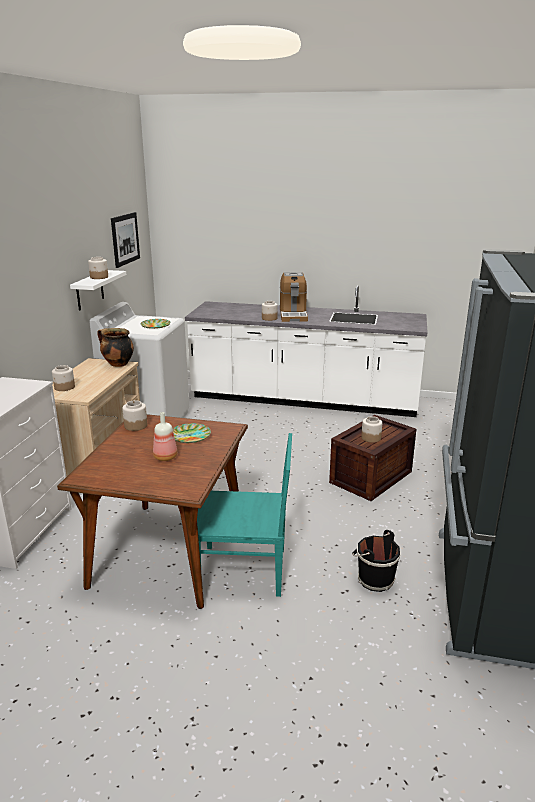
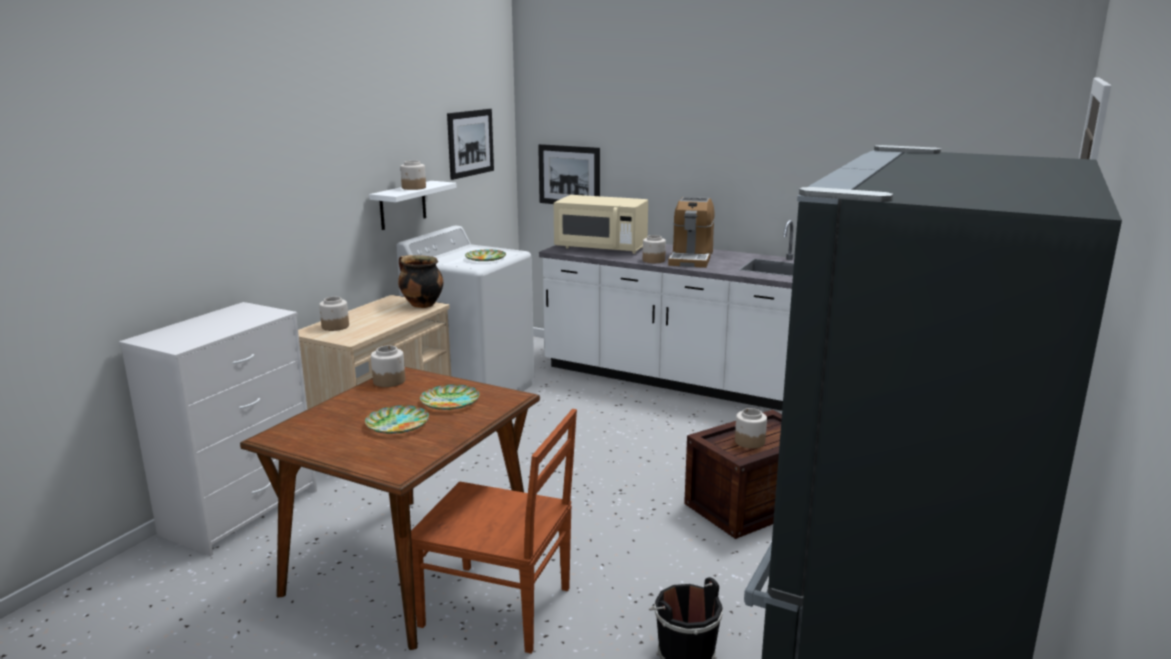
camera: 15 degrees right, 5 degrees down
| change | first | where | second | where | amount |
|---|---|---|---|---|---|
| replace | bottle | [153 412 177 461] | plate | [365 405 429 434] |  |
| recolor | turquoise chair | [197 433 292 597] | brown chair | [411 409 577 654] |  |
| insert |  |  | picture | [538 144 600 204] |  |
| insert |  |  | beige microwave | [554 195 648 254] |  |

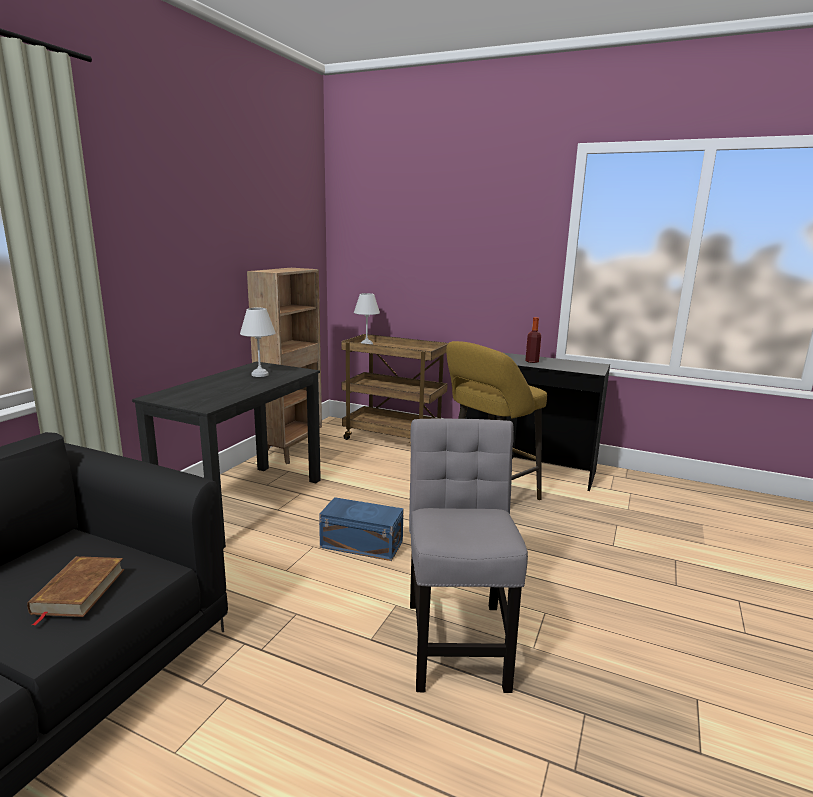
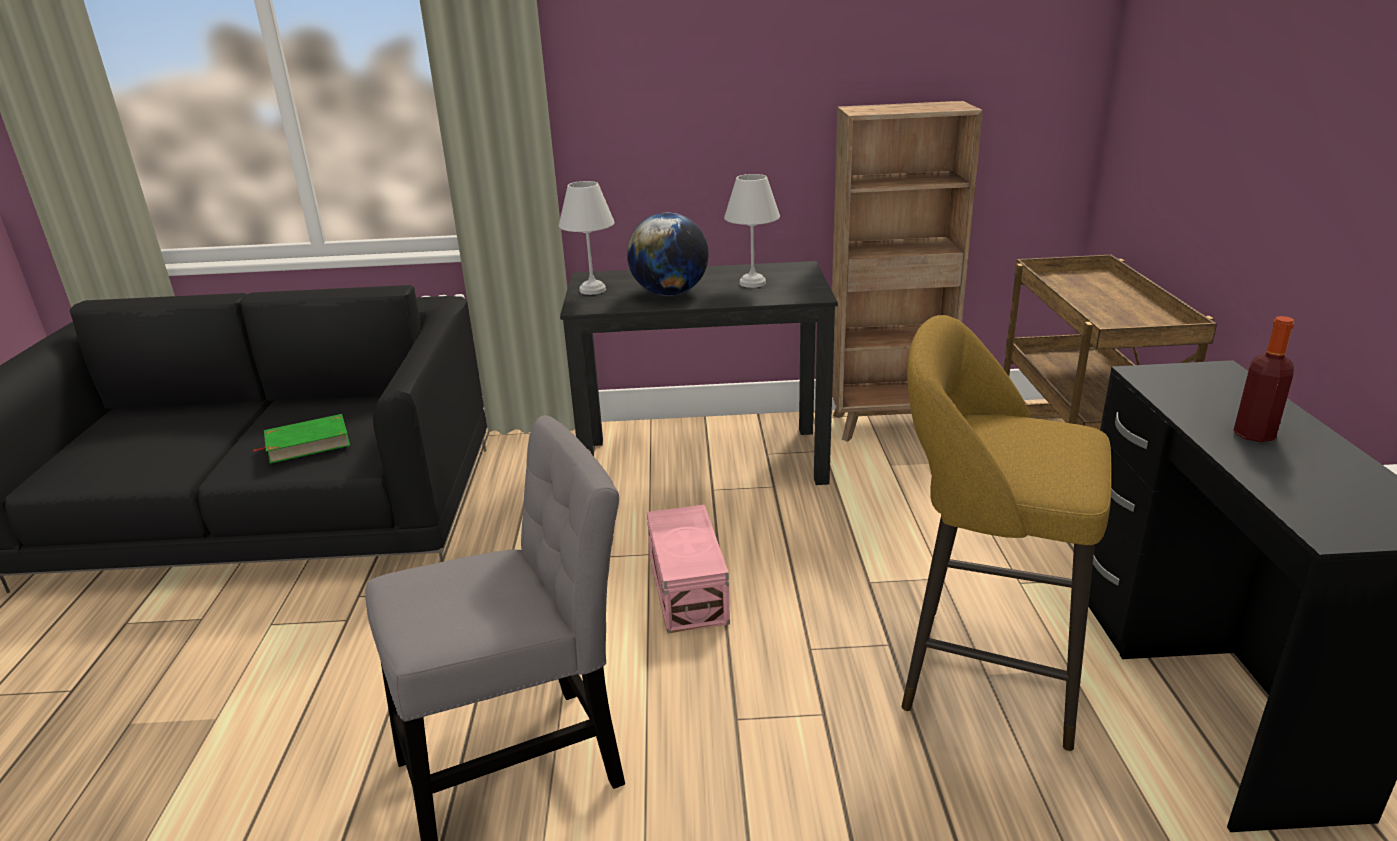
camera: 65 degrees right, 10 degrees up
| change | first | where | second | where | amount |
|---|---|---|---|---|---|
| recolor | brown book | [27 556 125 626] | green book | [254 414 350 464] |  |
| recolor | blue storage box | [319 497 404 561] | pink storage box | [647 505 730 634] |  |
| move | white table lamp | [354 293 380 345] |  | [559 181 614 295] |  |
| insert |  |  | globe | [627 213 709 296] |  |

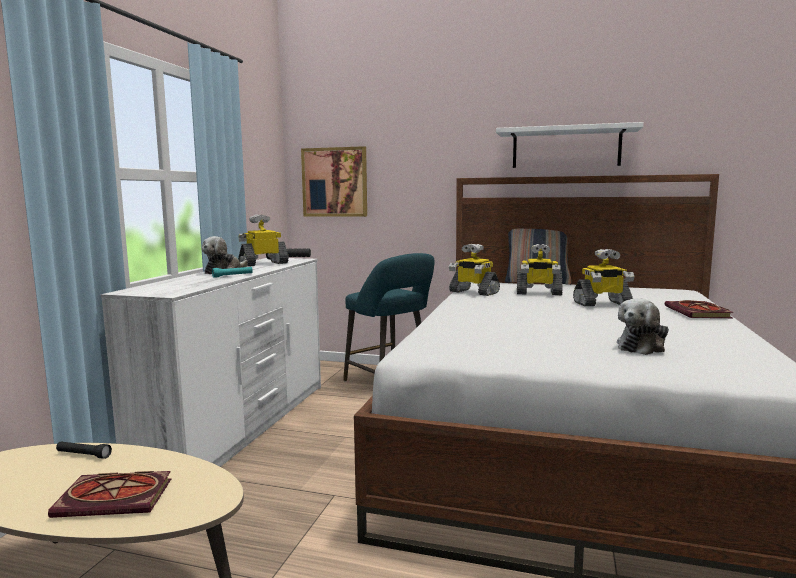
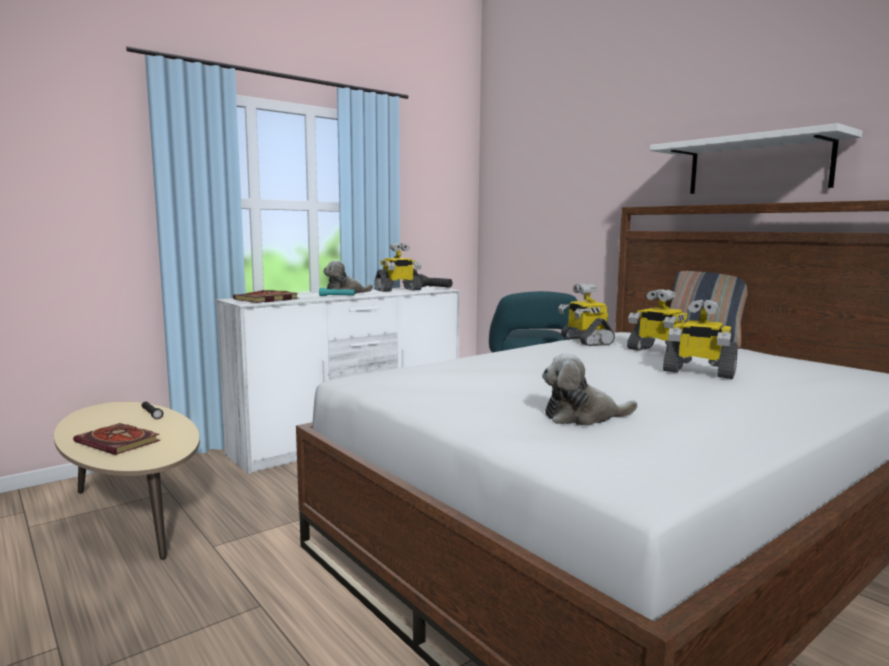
camera: 35 degrees right, 0 degrees up
| change | first | where | second | where | amount |
|---|---|---|---|---|---|
| rotate | toy robot | [238 215 289 266] |  | [374 243 422 292] | 150 degrees clockwise |
| delete | picture | [301 146 367 217] |  |  |  |
| move | book | [665 300 734 318] |  | [233 290 298 303] |  |

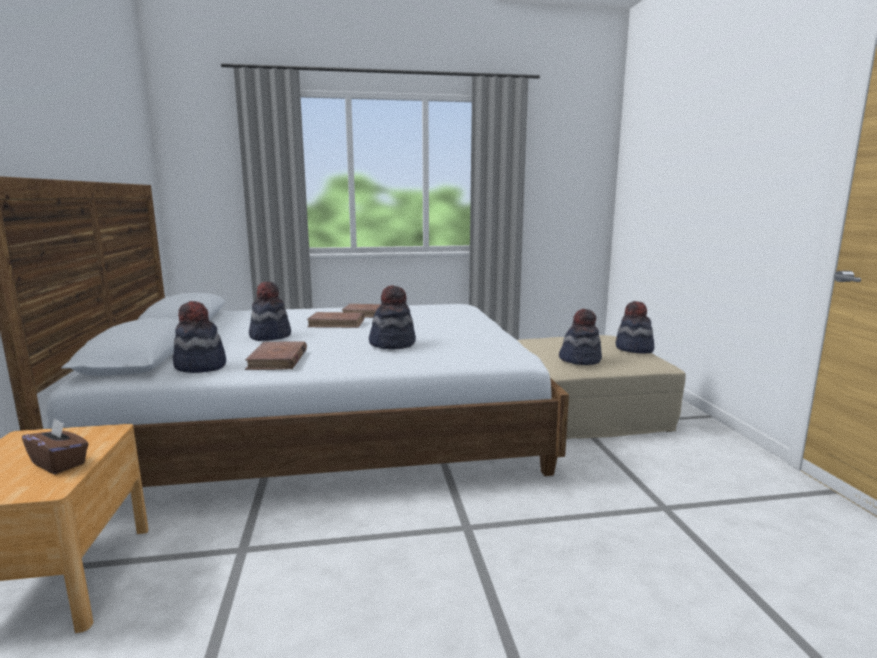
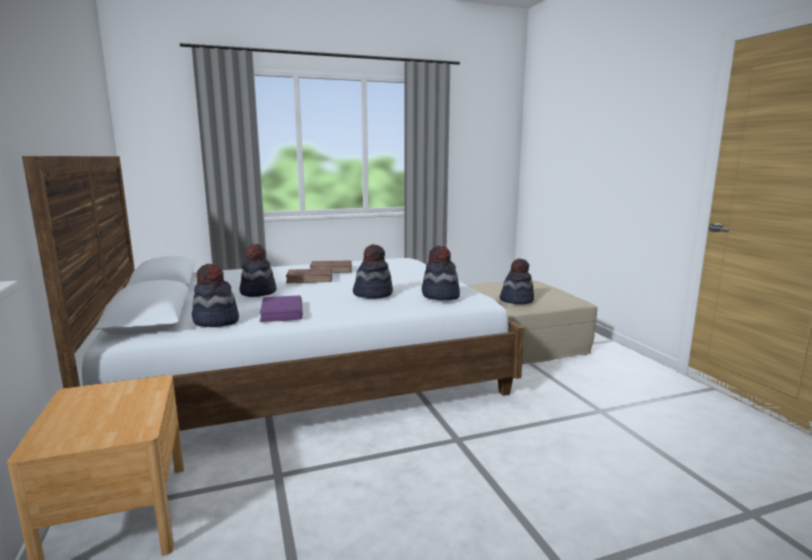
camera: 10 degrees left, 0 degrees up
| change | first | where | second | where | amount |
|---|---|---|---|---|---|
| delete | brown tissue box | [22 418 88 474] |  |  |  |
| recolor | brown book | [245 342 307 370] | purple book | [260 295 303 322] |  |
| move | hat | [615 301 654 353] |  | [422 246 460 300] |  |

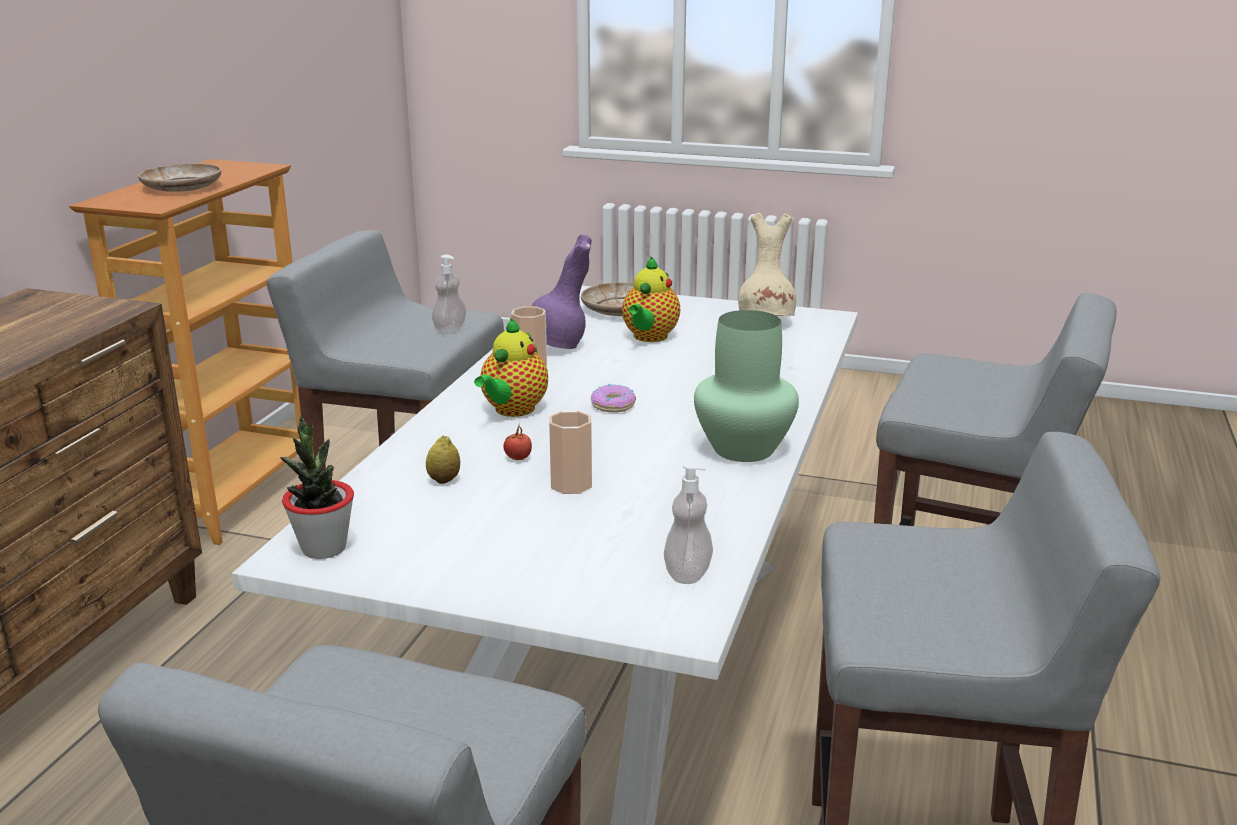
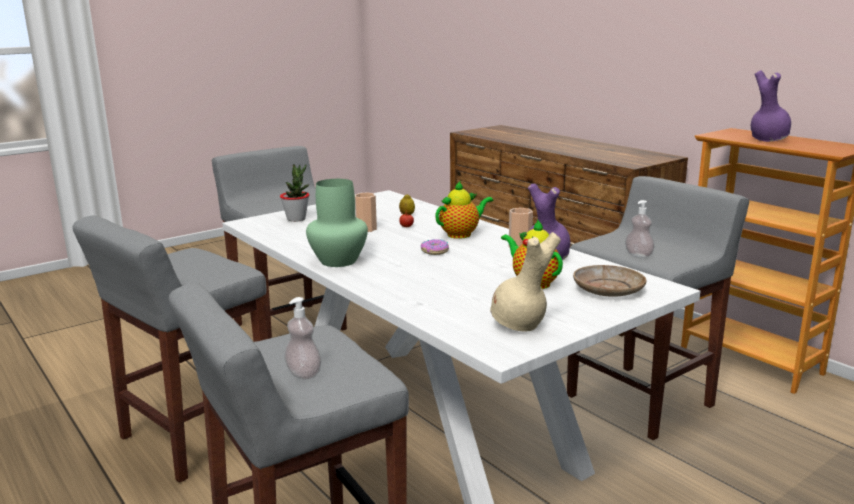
camera: 125 degrees right, 5 degrees down
| change | first | where | second | where | amount |
|---|---|---|---|---|---|
| replace | beige plate | [138 164 221 192] | purple vase | [751 70 791 142] |  |
| move | potted plant | [280 415 354 559] |  | [280 164 309 222] |  |
| rotate | teapot | [474 318 548 417] |  | [435 182 493 239] | 90 degrees clockwise |
| move | soap dispenser | [664 461 713 584] |  | [284 297 321 379] |  |

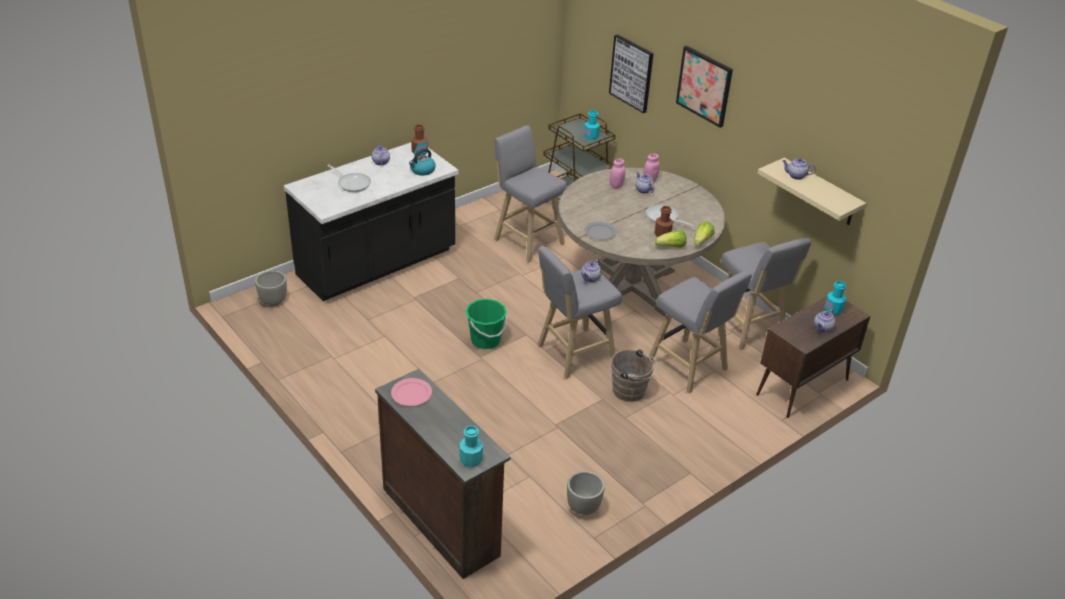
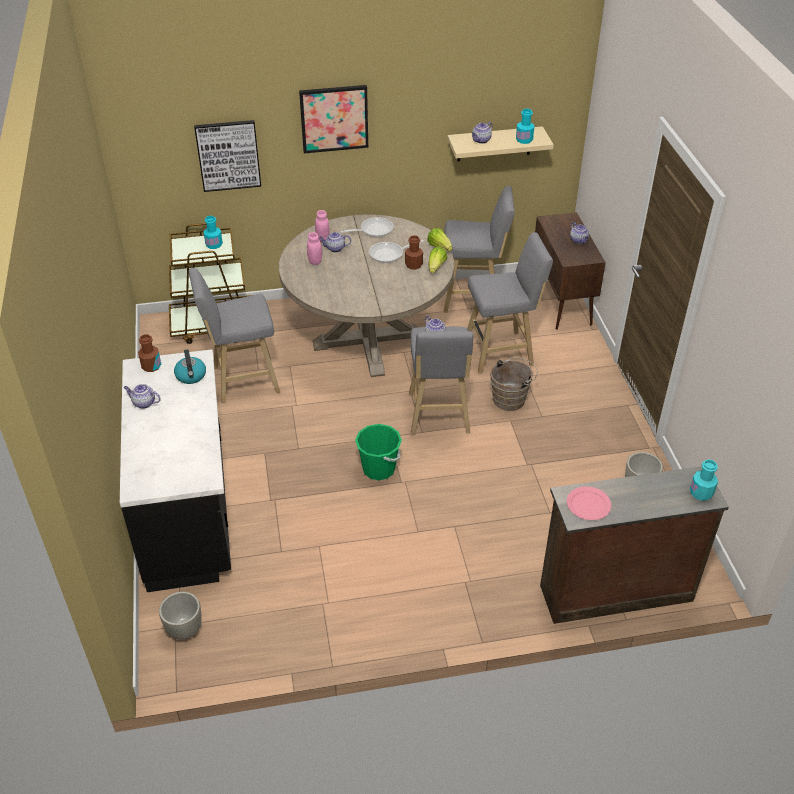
camera: 60 degrees left, 5 degrees up
| change | first | where | second | where | amount |
|---|---|---|---|---|---|
| move | frying pan | [327 165 371 192] |  | [340 217 394 237] |  |
| delete | grey plate | [584 221 617 240] |  |  |  |
| move | turquoise bottle | [825 281 846 315] |  | [516 109 534 144] |  |

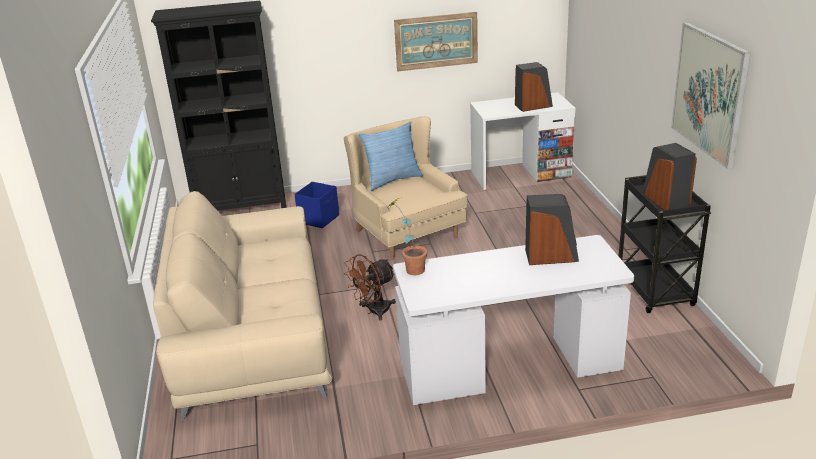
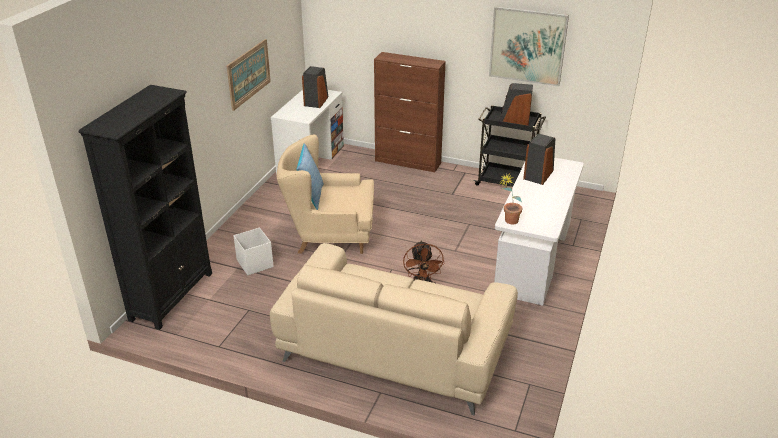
camera: 60 degrees left, 5 degrees up
| change | first | where | second | where | amount |
|---|---|---|---|---|---|
| recolor | blue storage box | [294 182 339 228] | white storage box | [233 227 274 275] |  |
| insert |  |  | brown cabinet | [374 52 446 172] |  |

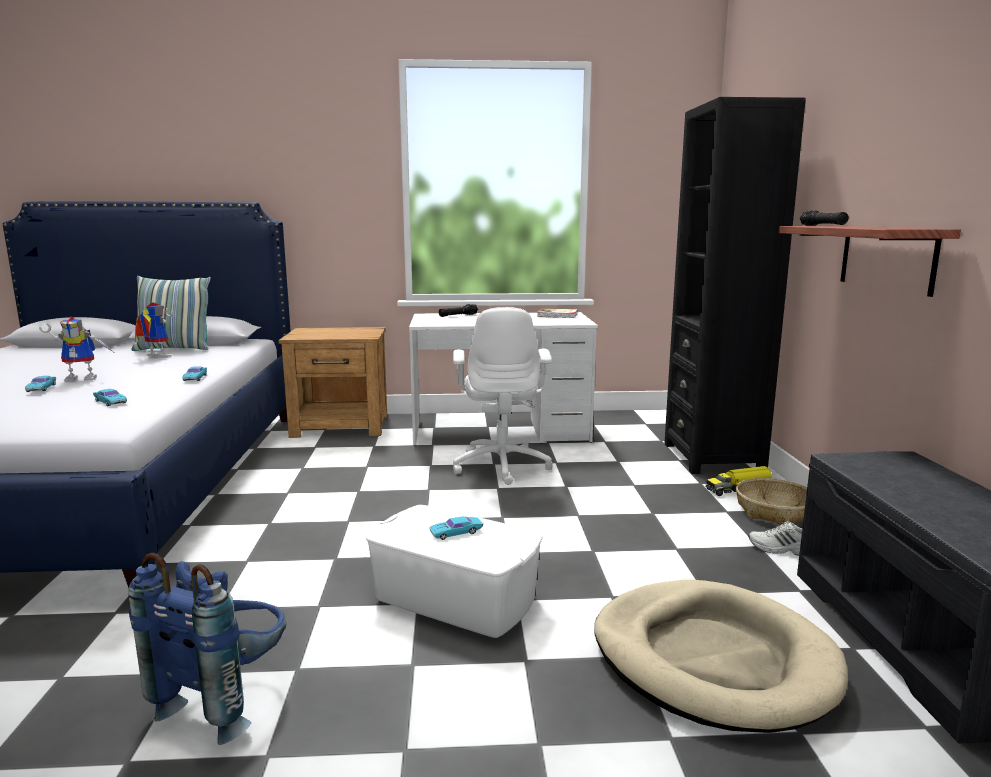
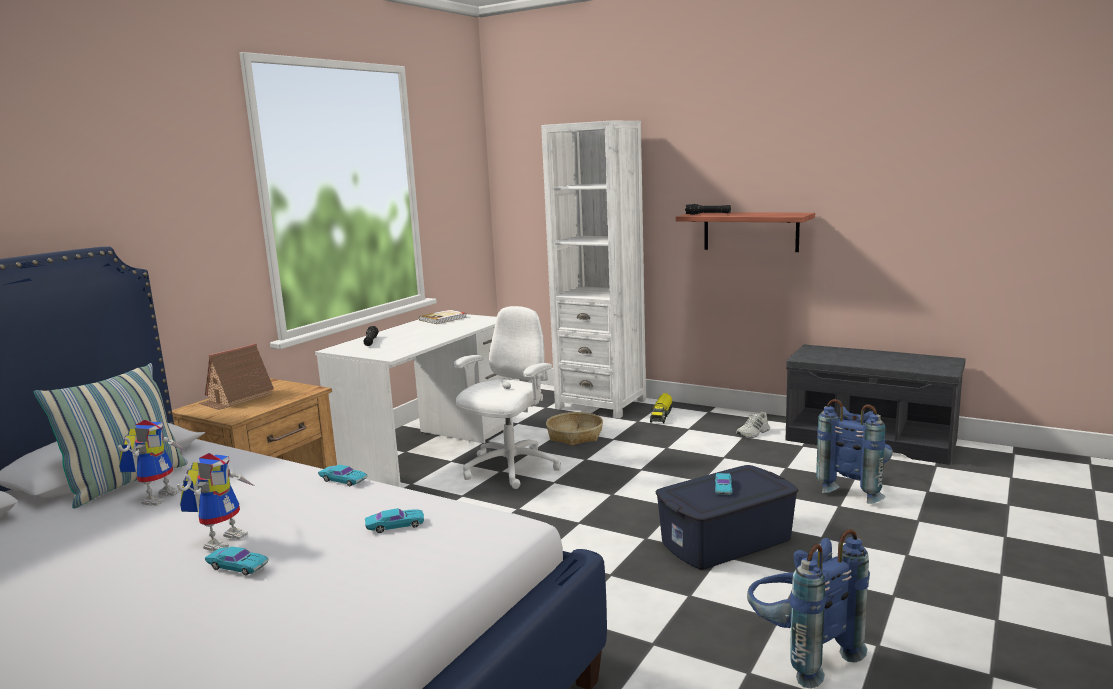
camera: 55 degrees left, 0 degrees up
| change | first | where | second | where | amount |
|---|---|---|---|---|---|
| rotate | toy robot | [135 303 173 358] |  | [118 420 184 506] | 135 degrees clockwise |
| recolor | white storage box | [366 505 543 638] | blue storage box | [656 465 798 570] |  |
| rotate | white office chair | [453 307 553 485] |  | [454 306 561 489] | 90 degrees counterclockwise |
| replace | beige dog bed | [594 580 848 733] | blue backpack | [816 399 893 504] |  |
| recolor | black bookcase | [664 97 806 474] | white bookcase | [541 121 646 419] |  |
| move | basket | [736 478 807 524] |  | [546 412 603 446] |  |
| insert |  |  | toy house | [198 343 274 410] |  |

